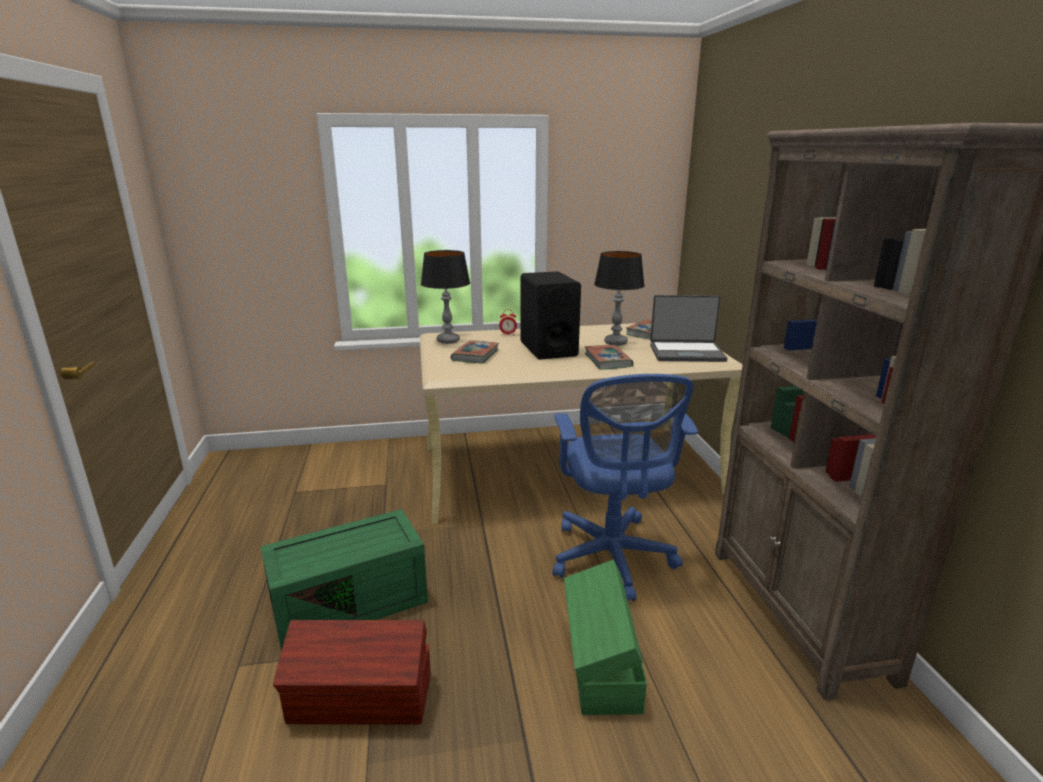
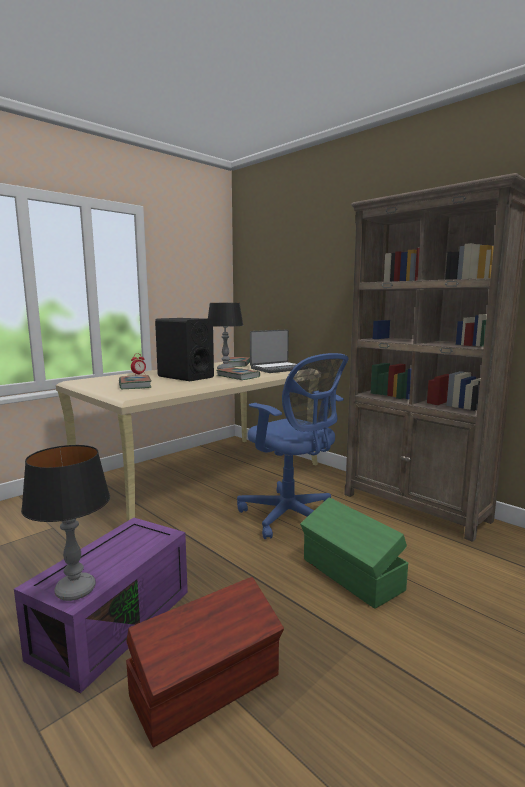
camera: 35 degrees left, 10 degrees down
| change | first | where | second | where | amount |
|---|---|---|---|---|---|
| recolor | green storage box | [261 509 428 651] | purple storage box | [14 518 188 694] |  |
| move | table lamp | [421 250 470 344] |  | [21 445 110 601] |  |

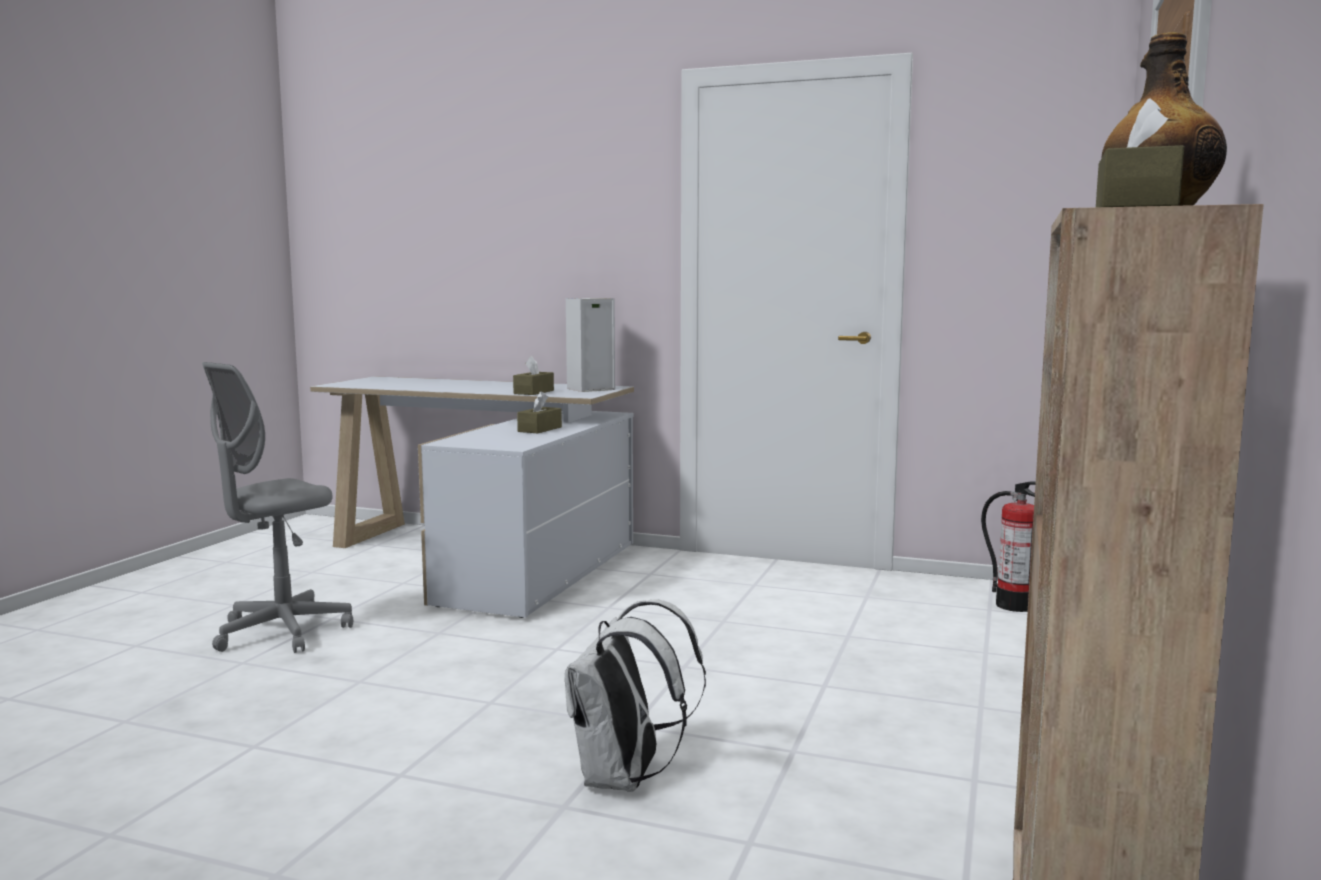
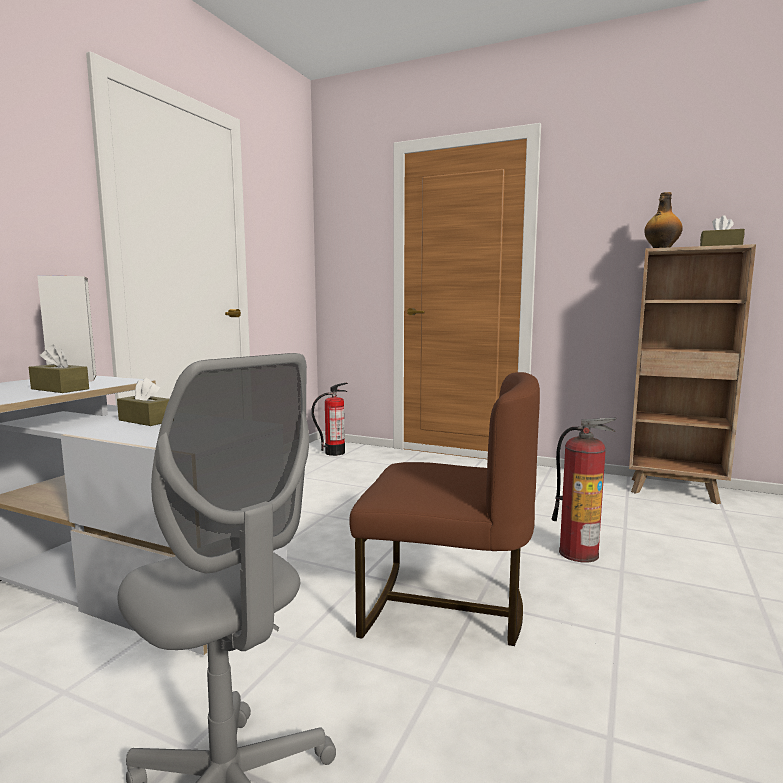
camera: 85 degrees left, 0 degrees up
| change | first | where | second | where | amount |
|---|---|---|---|---|---|
| replace | white backpack | [565 599 706 792] | fire extinguisher | [551 418 616 563] |  |
| insert |  |  | brown chair | [349 372 540 646] |  |

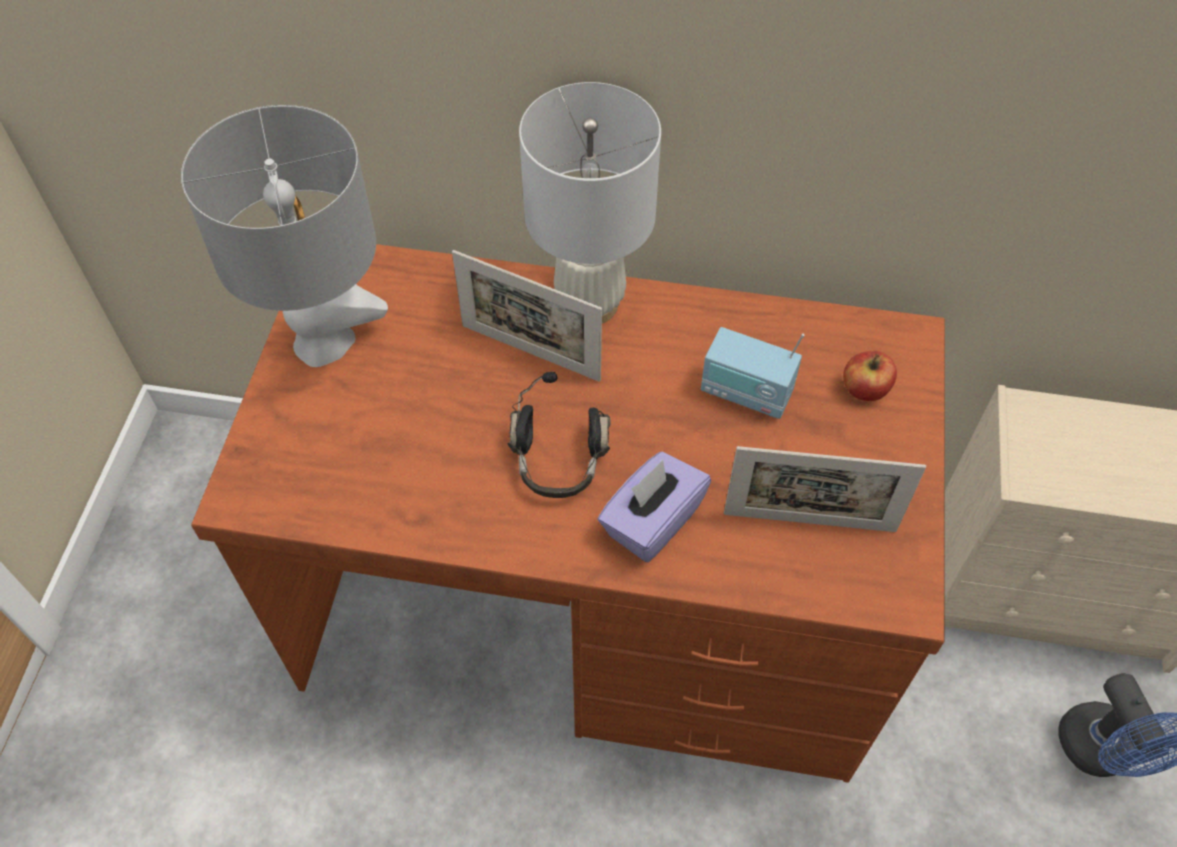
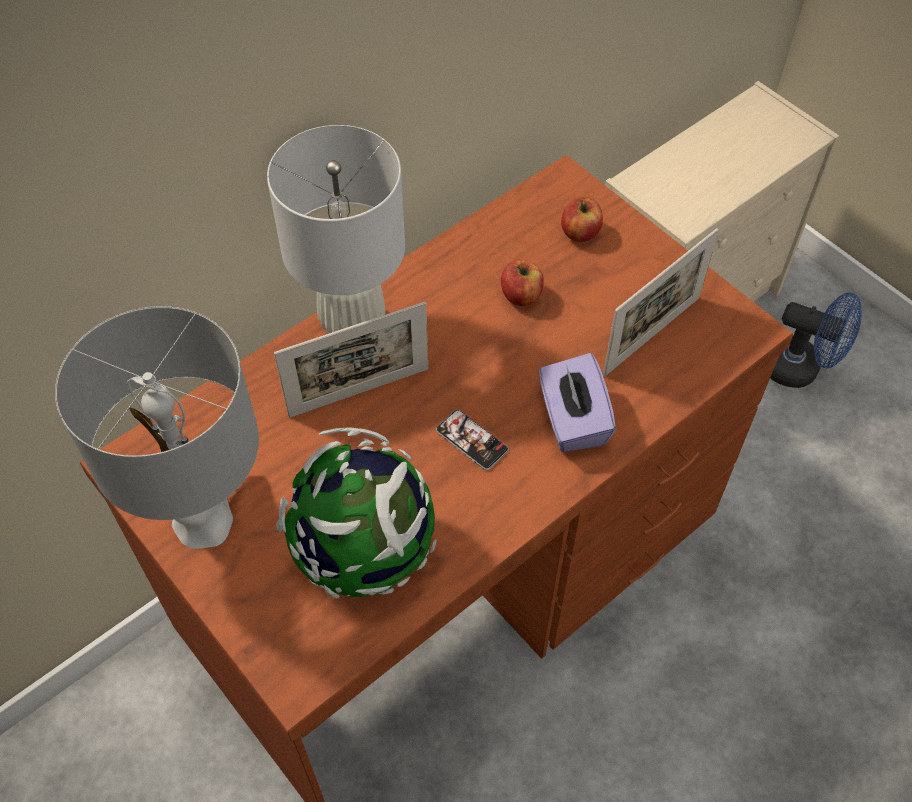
camera: 50 degrees left, 0 degrees up
| change | first | where | second | where | amount |
|---|---|---|---|---|---|
| replace | black headphones | [508 372 611 498] | phone | [436 410 509 470] |  |
| replace | radio | [701 327 804 419] | apple | [501 259 544 306] |  |
| insert |  |  | globe | [276 427 437 599] |  |

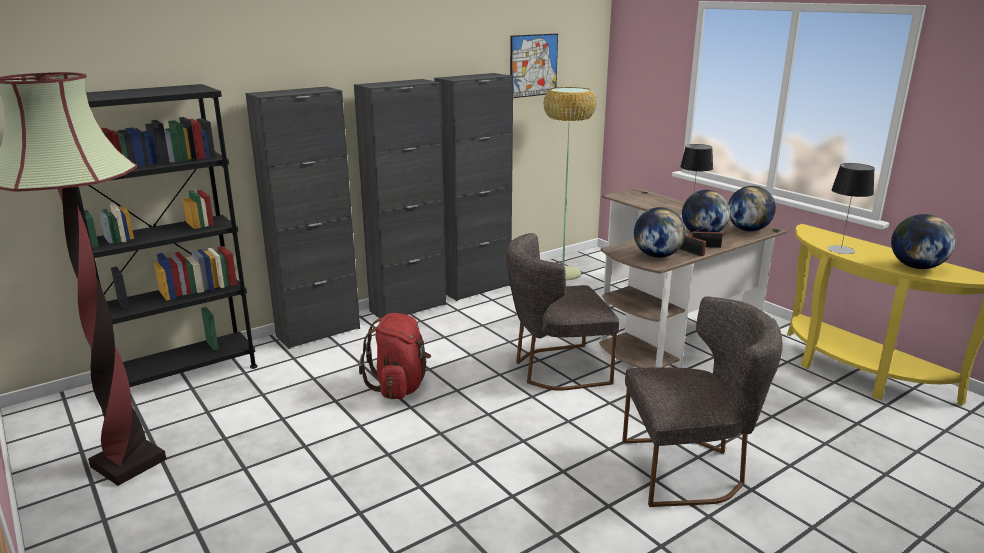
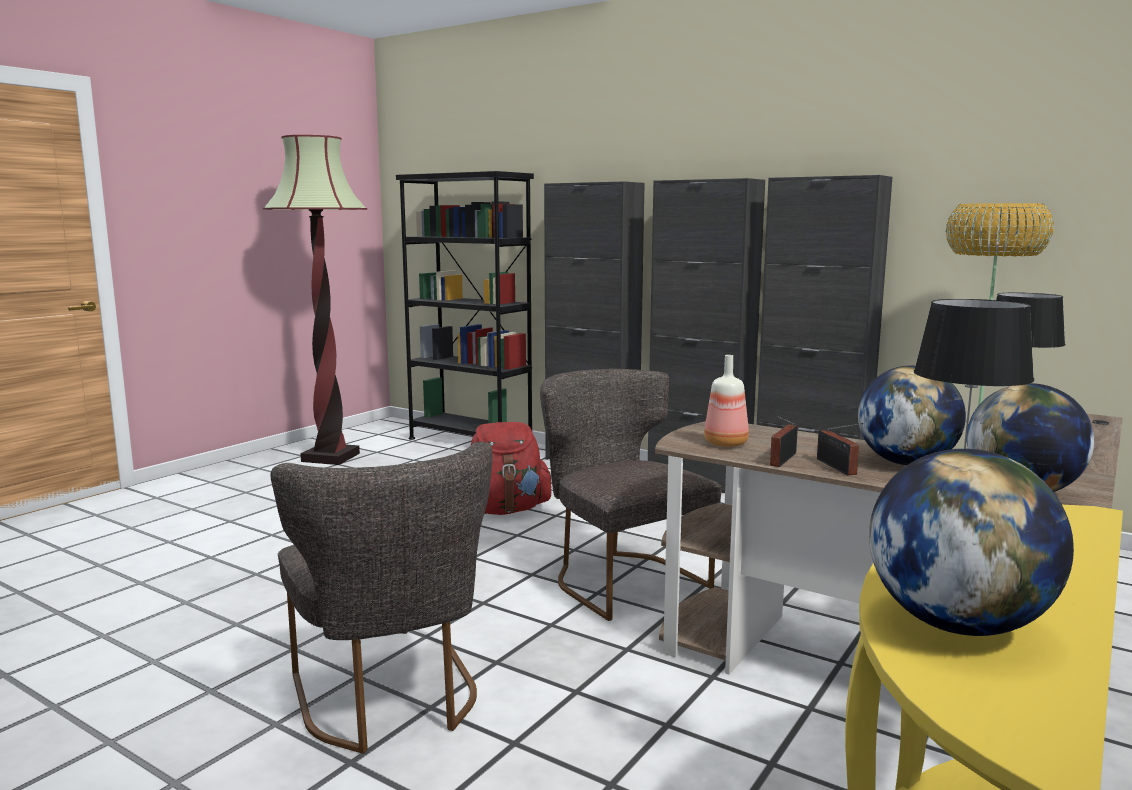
camera: 70 degrees right, 10 degrees down
| change | first | where | second | where | amount |
|---|---|---|---|---|---|
| delete | picture | [510 34 558 98] |  |  |  |
| replace | globe | [634 207 686 258] | bottle | [704 355 749 447] |  |

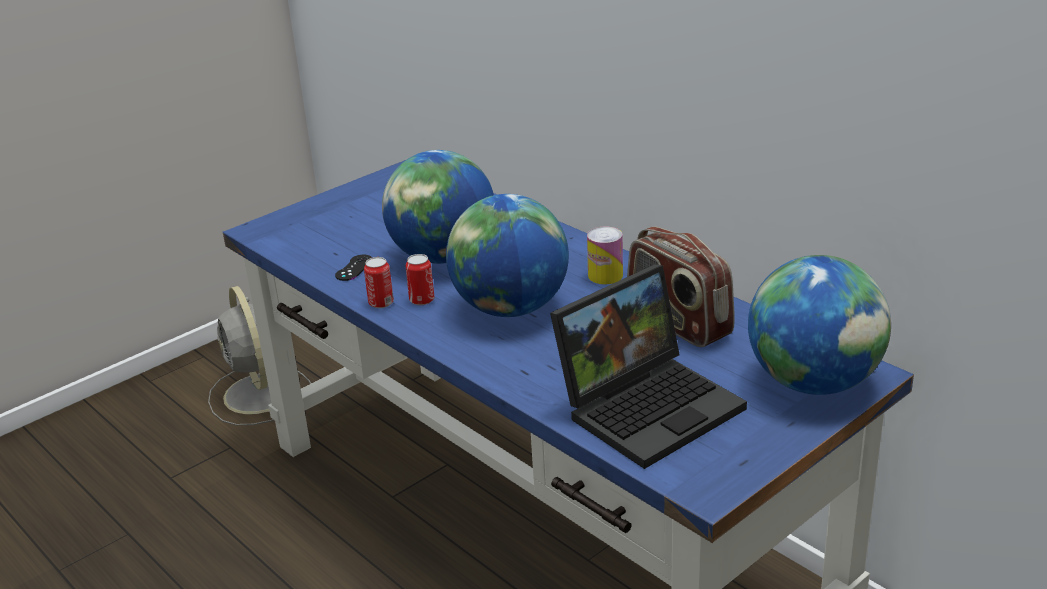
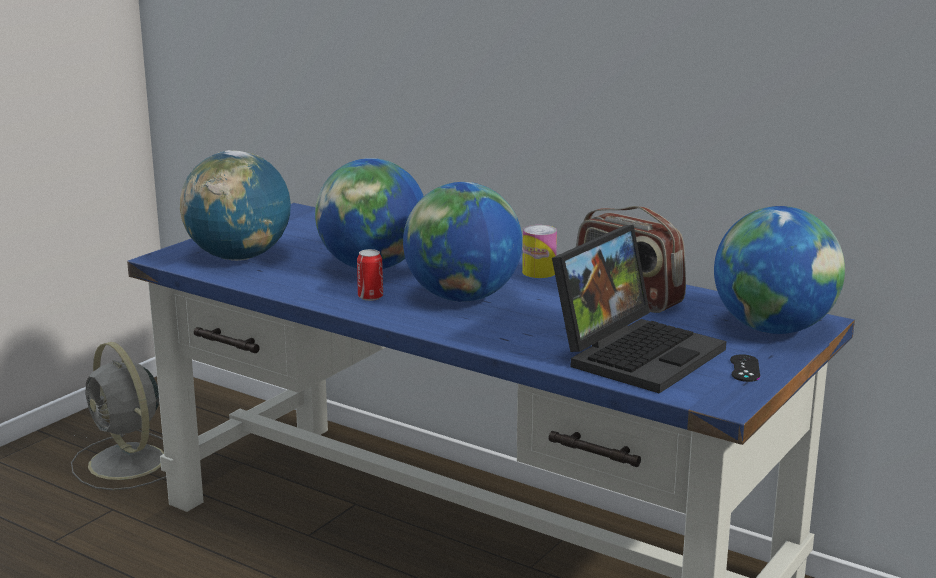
camera: 15 degrees left, 10 degrees down
| change | first | where | second | where | amount |
|---|---|---|---|---|---|
| move | black game controller | [335 255 372 281] |  | [730 354 760 382] |  |
| delete | can | [364 257 394 308] |  |  |  |
| insert |  |  | globe | [180 150 291 261] |  |

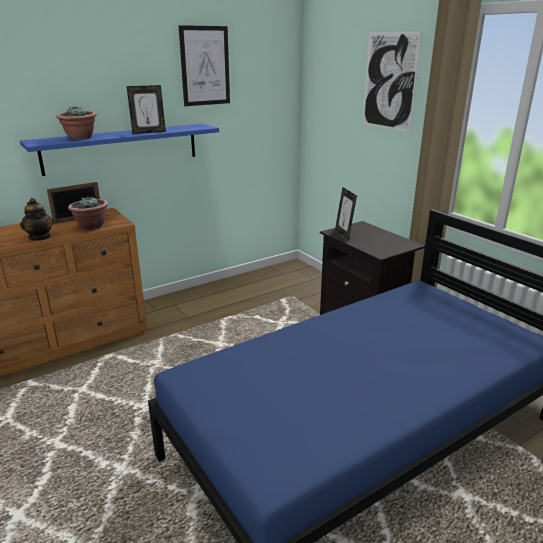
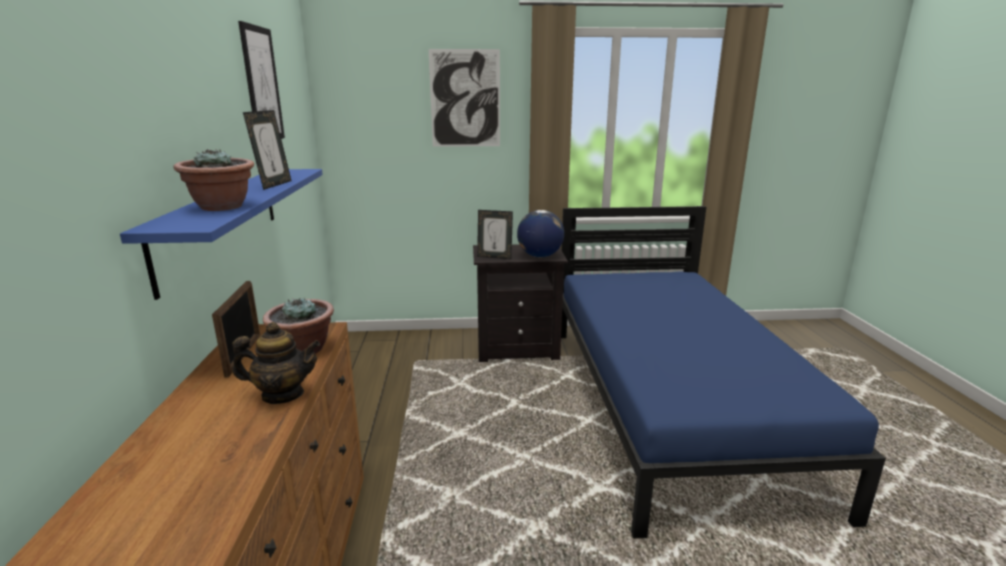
camera: 60 degrees left, 5 degrees down
| change | first | where | second | where | amount |
|---|---|---|---|---|---|
| insert |  |  | globe | [517 210 564 257] |  |

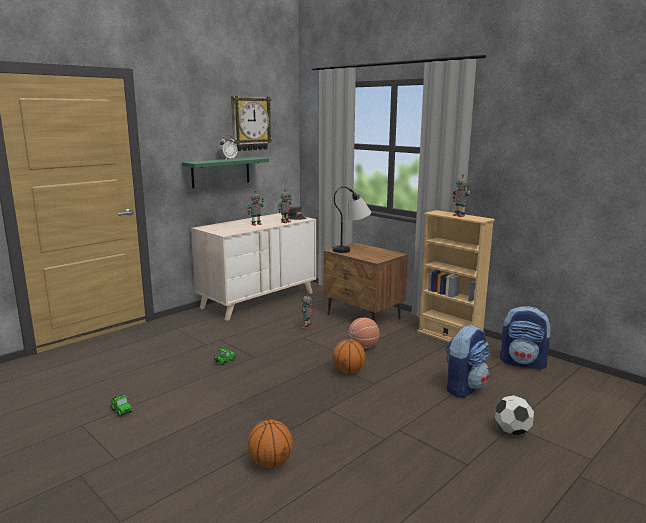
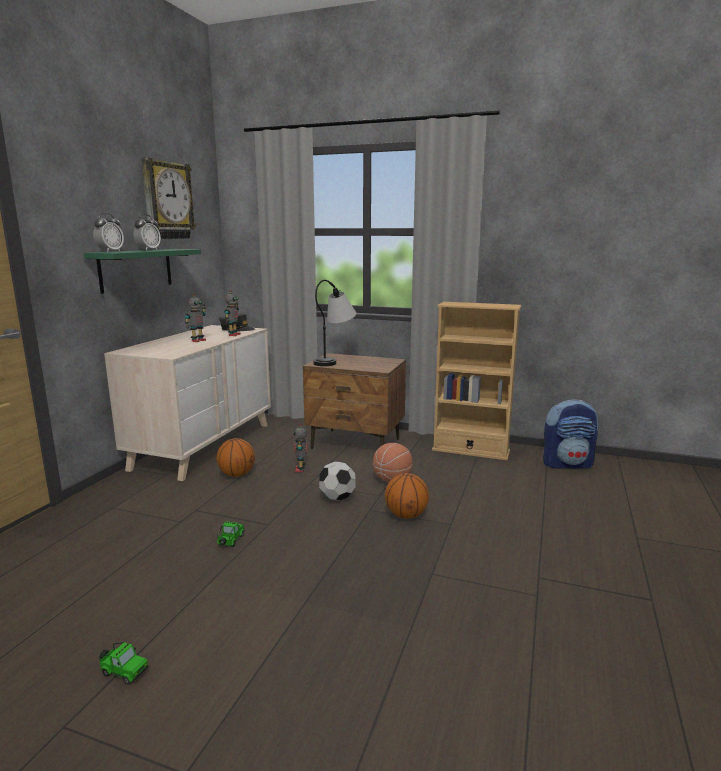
camera: 25 degrees left, 0 degrees up
| change | first | where | second | where | amount |
|---|---|---|---|---|---|
| move | basketball | [248 420 293 468] |  | [216 438 255 477] |  |
| delete | backpack | [446 325 490 398] |  |  |  |
| delete | toy robot | [452 174 471 217] |  |  |  |
| move | football | [495 395 534 435] |  | [319 462 356 501] |  |
| insert |  |  | alarm clock | [93 213 124 252] |  |

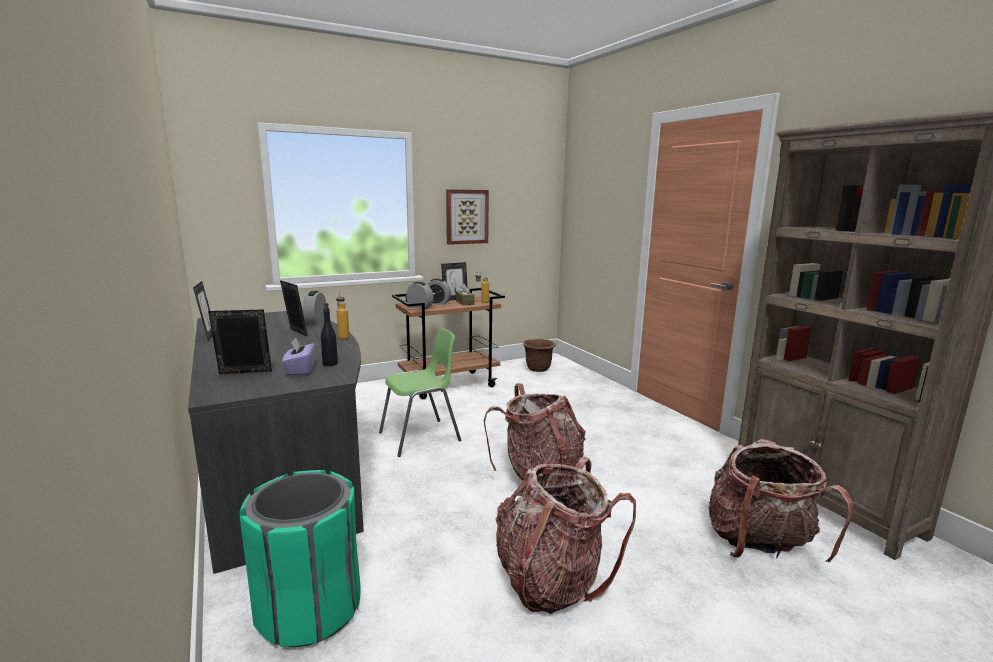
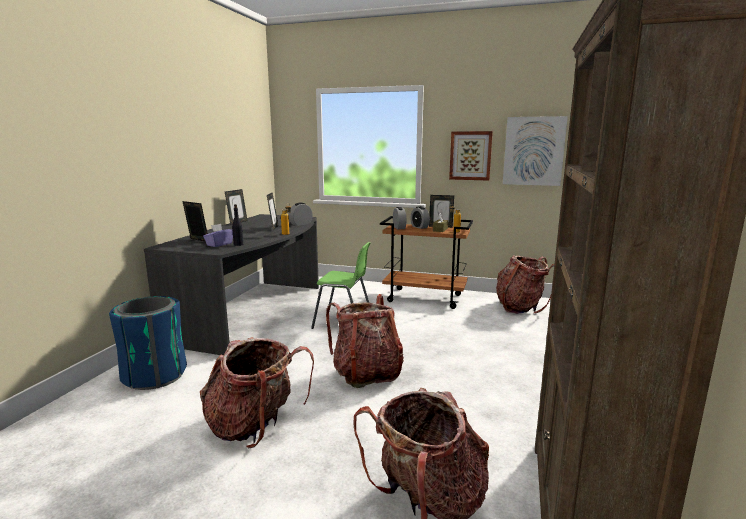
camera: 45 degrees right, 0 degrees up
| change | first | where | second | where | amount |
|---|---|---|---|---|---|
| recolor | green trash can | [240 470 361 647] | blue trash can | [109 296 187 390] |  |
| replace | brown planter | [523 339 556 372] | backpack | [496 255 554 314] |  |
| insert |  |  | picture | [503 116 568 186] |  |

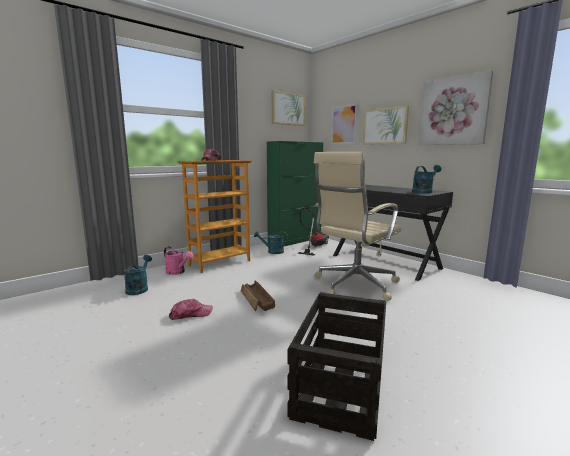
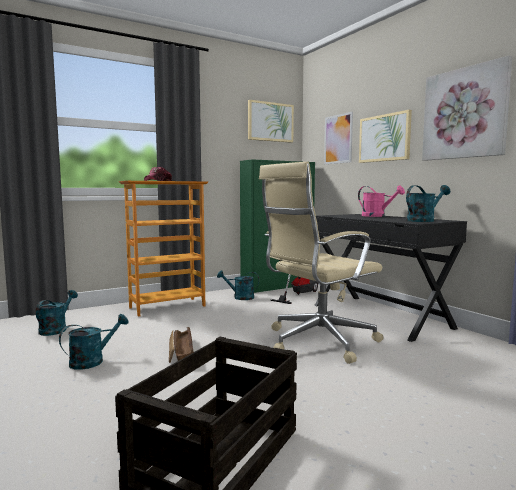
camera: 10 degrees right, 5 degrees down
| change | first | where | second | where | amount |
|---|---|---|---|---|---|
| move | pink watering can | [164 246 193 275] |  | [358 185 405 217] |  |
| replace | cap | [169 299 213 320] | turquoise watering can | [59 314 129 370] |  |

